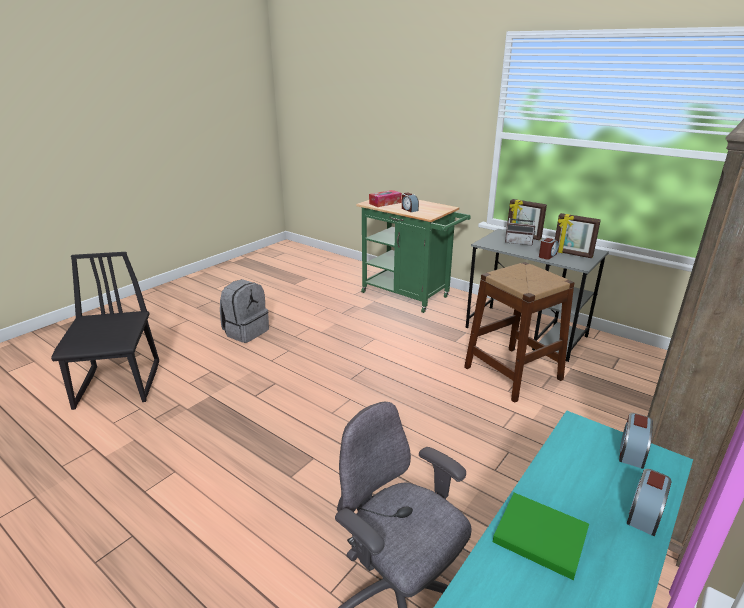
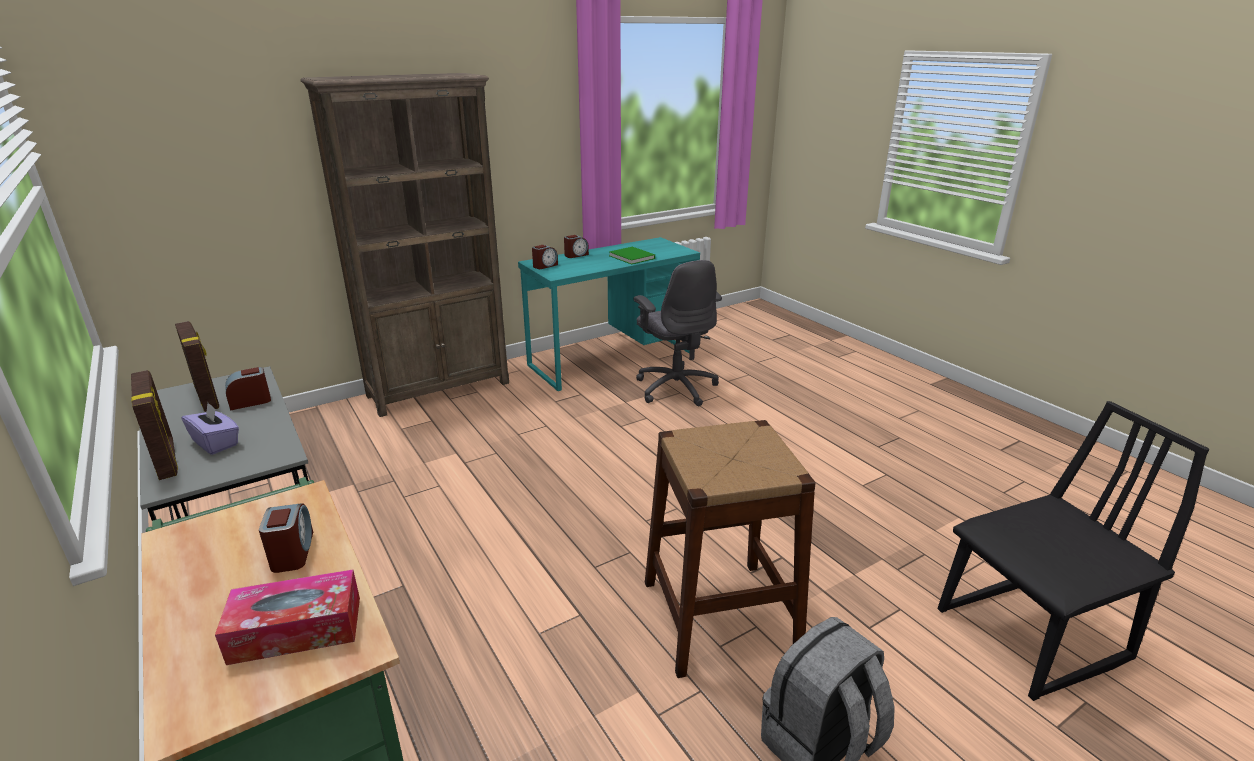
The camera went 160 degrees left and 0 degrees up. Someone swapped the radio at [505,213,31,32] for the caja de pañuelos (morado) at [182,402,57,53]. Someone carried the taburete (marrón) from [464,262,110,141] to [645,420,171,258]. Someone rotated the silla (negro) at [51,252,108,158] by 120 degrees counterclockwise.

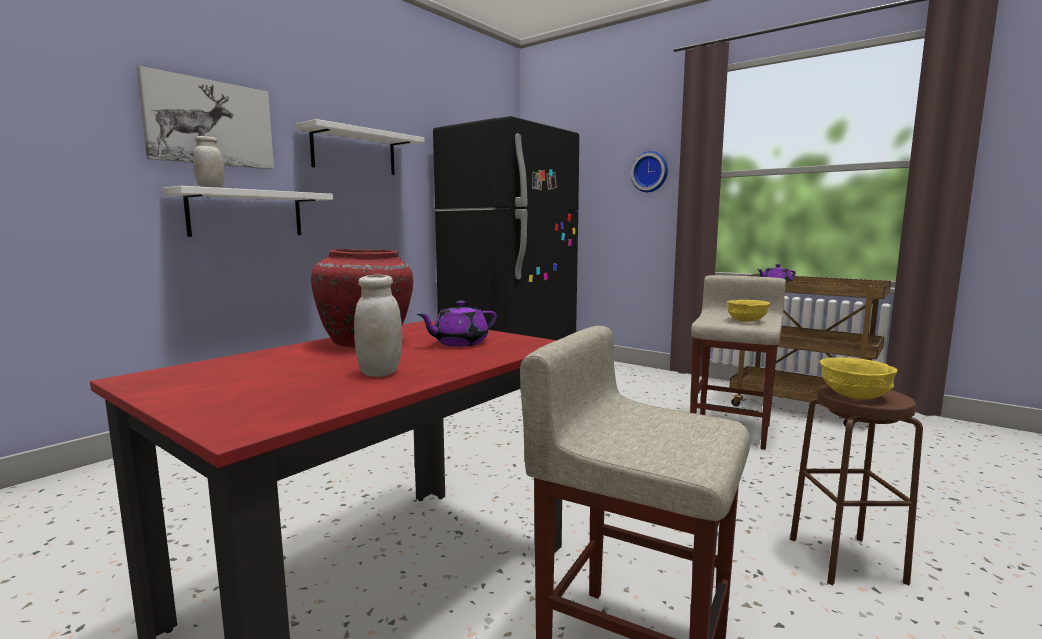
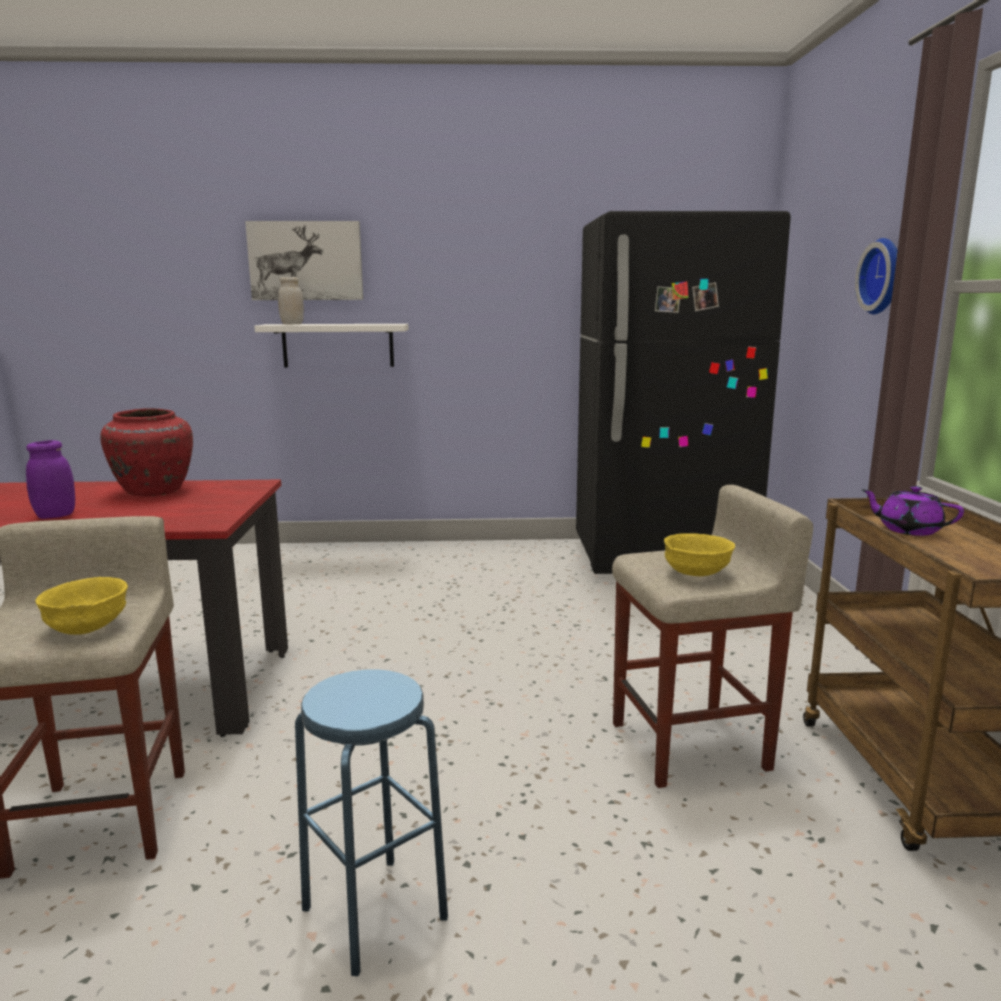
The camera went 50 degrees right and 5 degrees up. Someone repainted the tarro (blanco) at [354,275,49,102], which became the tarro (morado) at [26,440,49,79]. Someone carried the cuenco (amarillo) from [820,357,77,42] to [35,577,93,58]. Someone repainted the taburete (marrón) at [790,384,133,201], which became the taburete (azul) at [295,669,153,307]. Someone took away the estante (blanco) at [295,119,130,56]. Someone took away the tetera (morado) at [417,301,79,46].

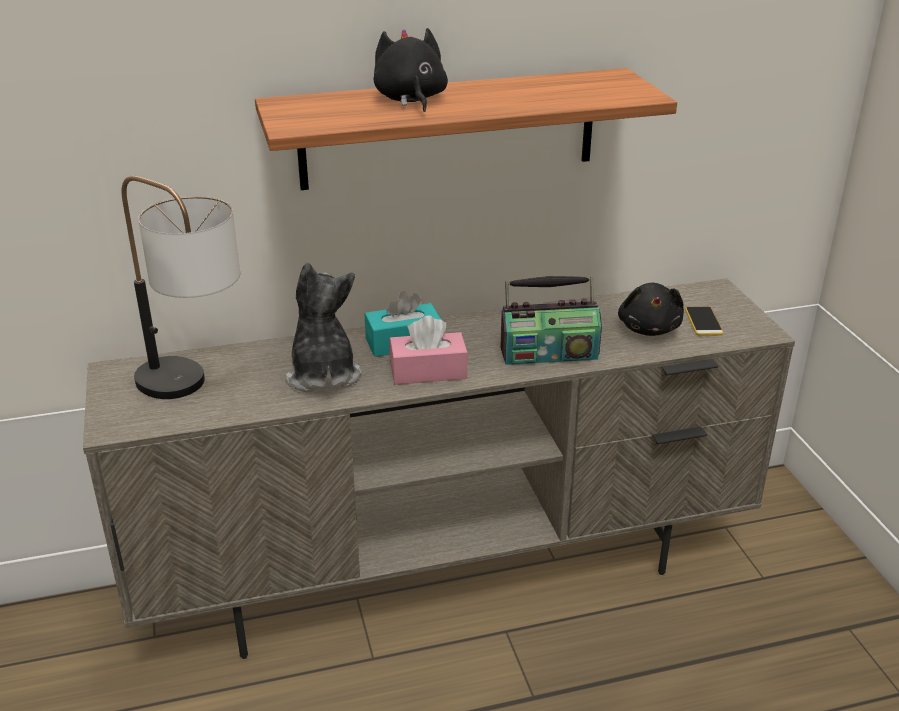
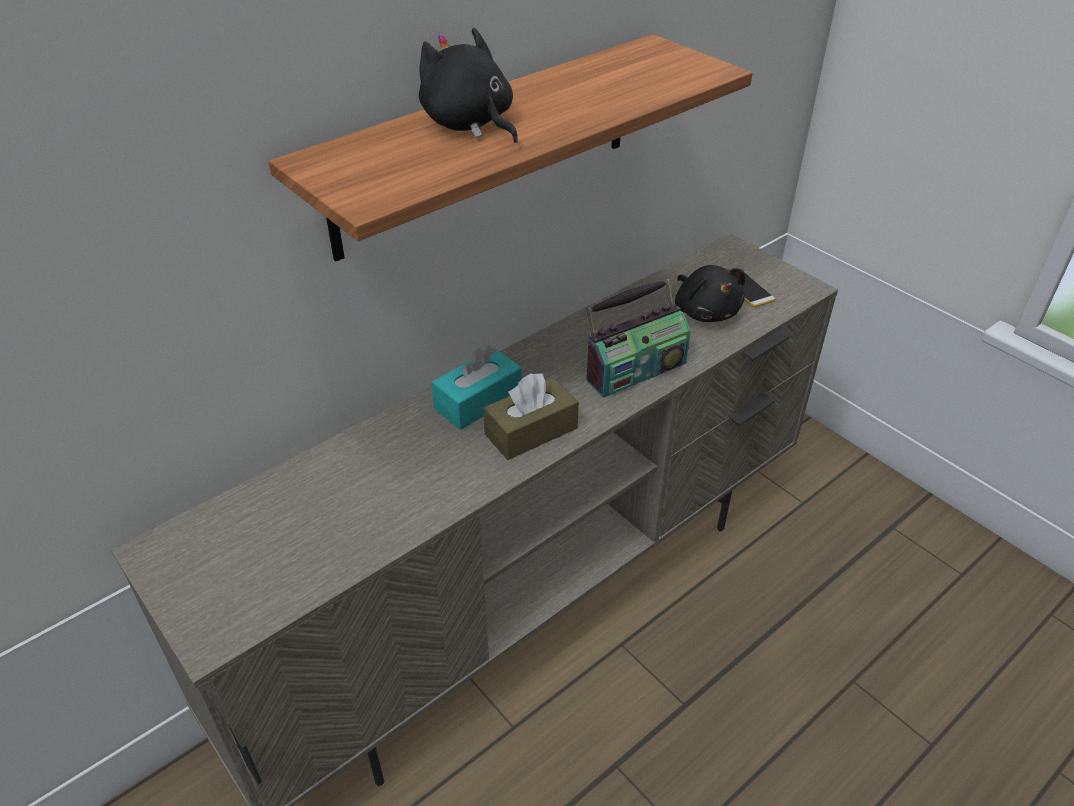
The camera went 25 degrees left and 10 degrees up. Someone repainted the caja de pañuelos (rosa) at [389,315,79,70], which became the caja de pañuelos (marrón) at [483,373,96,87]. Someone took away the lámpara de mesa at [122,176,118,223]. Someone took away the peluche at [285,263,76,129].

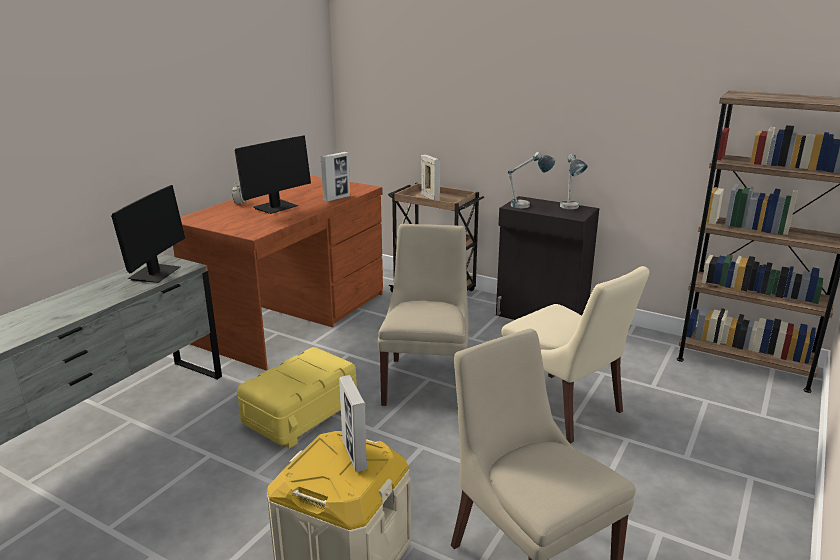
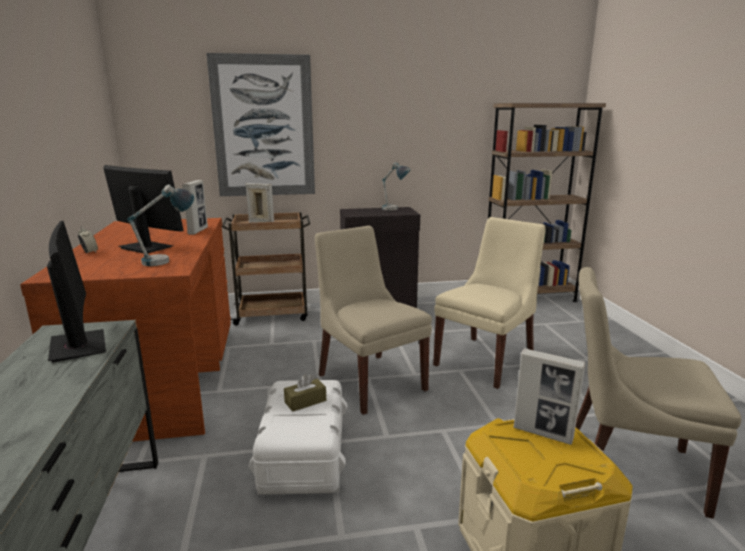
The camera went 40 degrees left and 5 degrees down. Someone rotated the monitor at [235,135,76,79] by 60 degrees counterclockwise. Someone carried the lámpara de mesa from [508,152,47,56] to [127,185,67,81]. Someone put up the cuadro at [206,53,109,143]. Someone repainted the caja de almacenaje (amarillo) at [237,347,120,102], which became the caja de almacenaje (blanco) at [248,380,99,115]. Someone put down the caja de pañuelos (marrón) at [284,374,42,38]. Someone rotated the silla (beis) at [501,266,148,178] by 60 degrees counterclockwise.

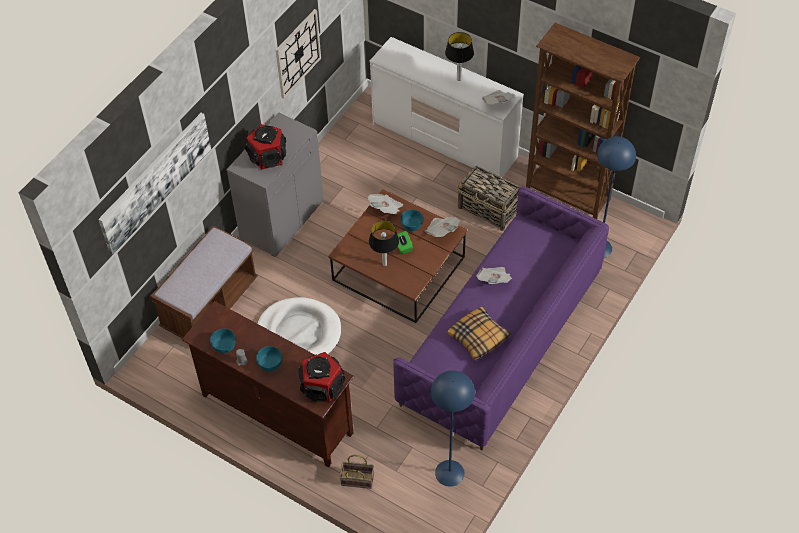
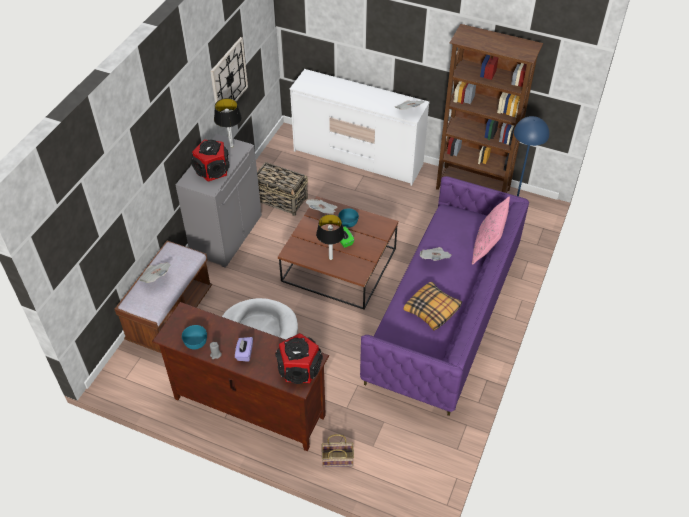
The camera went 10 degrees left and 5 degrees down. Someone carried the periódico from [425,217,35,20] to [138,262,33,21]. Someone carried the lámpara de mesa from [445,32,29,49] to [214,98,28,49]. Someone swapped the cuenco (turquesa) at [256,346,26,25] for the caja de pañuelos (morado) at [235,337,18,25]. Someone carried the cesta from [457,166,62,65] to [257,162,51,54]. Someone put down the cojín (rosa) at [472,197,38,68]. Someone took away the cuadro at [98,113,113,142]. Someone took away the lámpara de pie (azul) at [431,370,44,116].

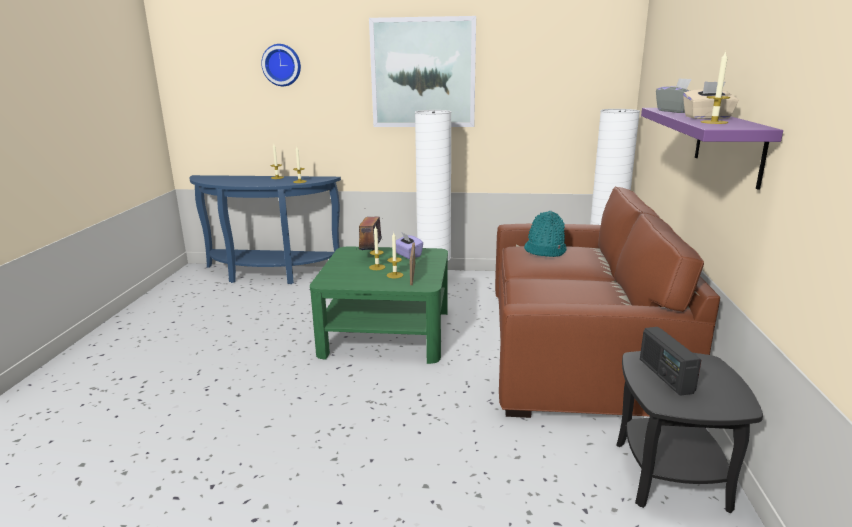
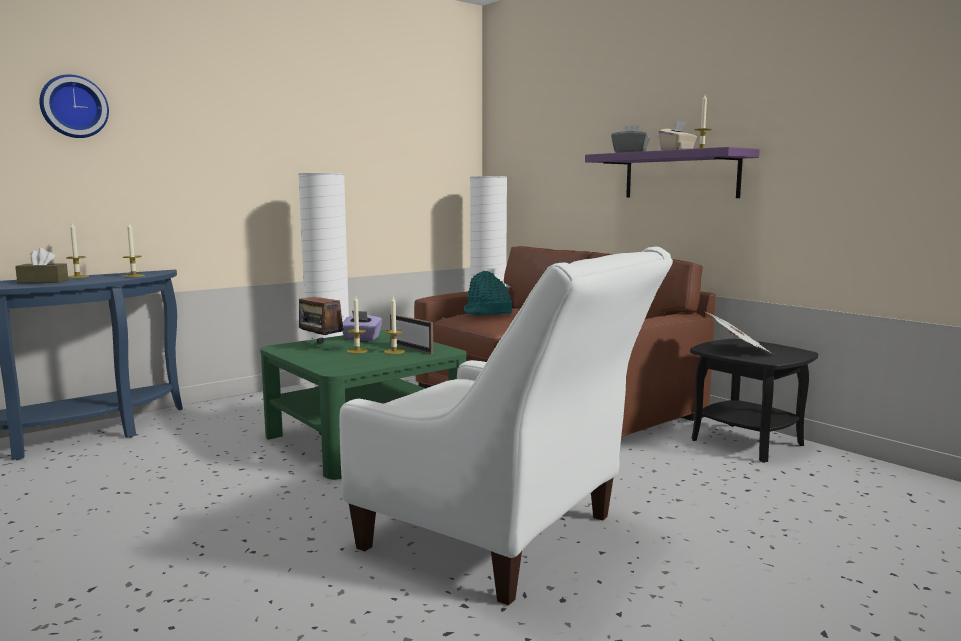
The camera went 45 degrees left and 10 degrees down. Someone put down the caja de pañuelos (marrón) at [15,248,53,35]. Someone put down the sillón (blanco) at [339,247,334,359]. Someone swapped the radio at [640,327,61,69] for the periódico at [706,312,68,42]. Someone took away the cuadro at [369,16,107,111].

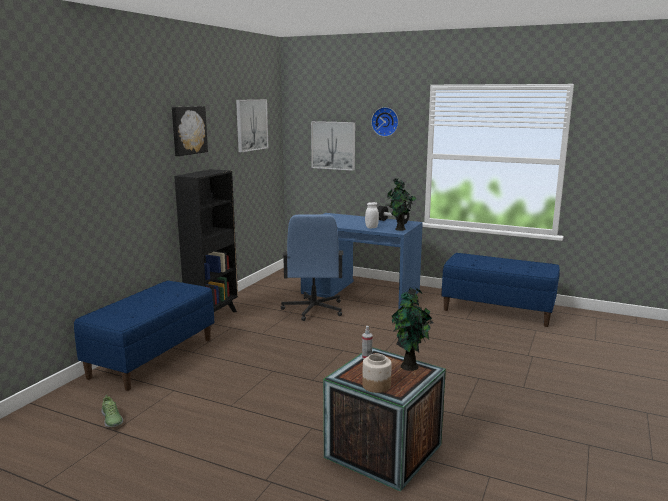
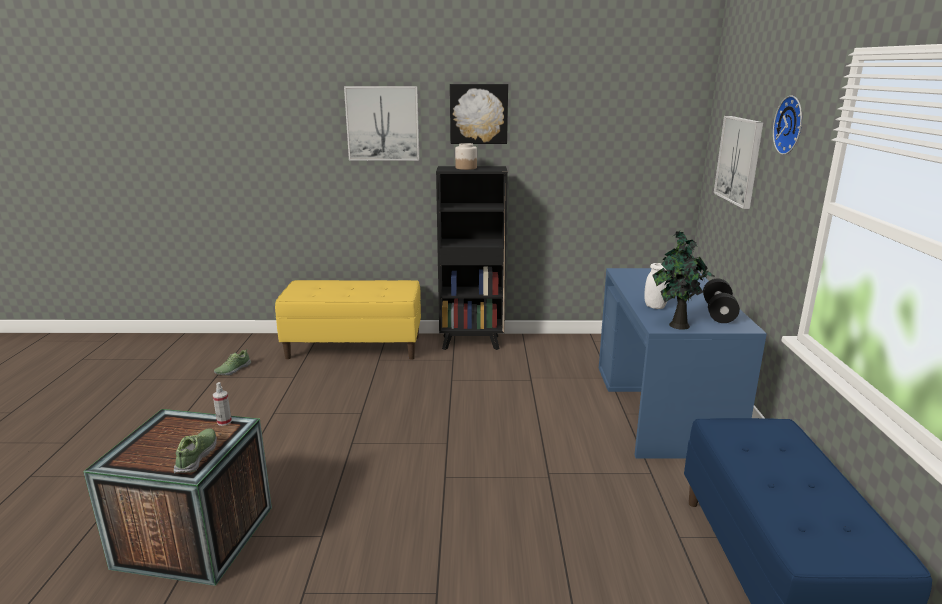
The camera went 65 degrees right and 5 degrees up. Someone swapped the planta en maceta at [392,288,42,83] for the zapato at [174,428,43,45]. Someone repainted the banco (azul) at [74,280,140,111], which became the banco (amarillo) at [275,280,146,80]. Someone carried the cuadro from [236,99,32,53] to [344,86,75,75]. Someone carried the tarro from [362,354,30,39] to [455,143,22,27]. Someone took away the silla de oficina (azul) at [281,214,62,107].

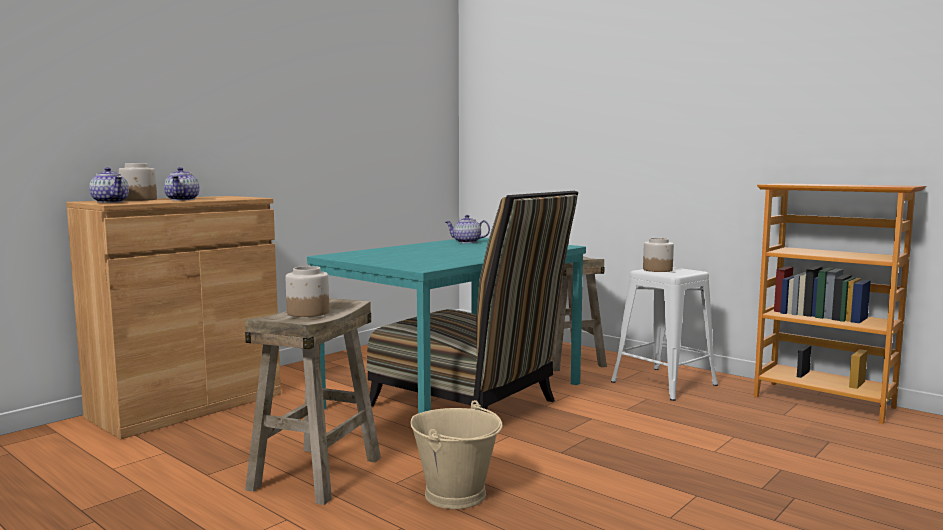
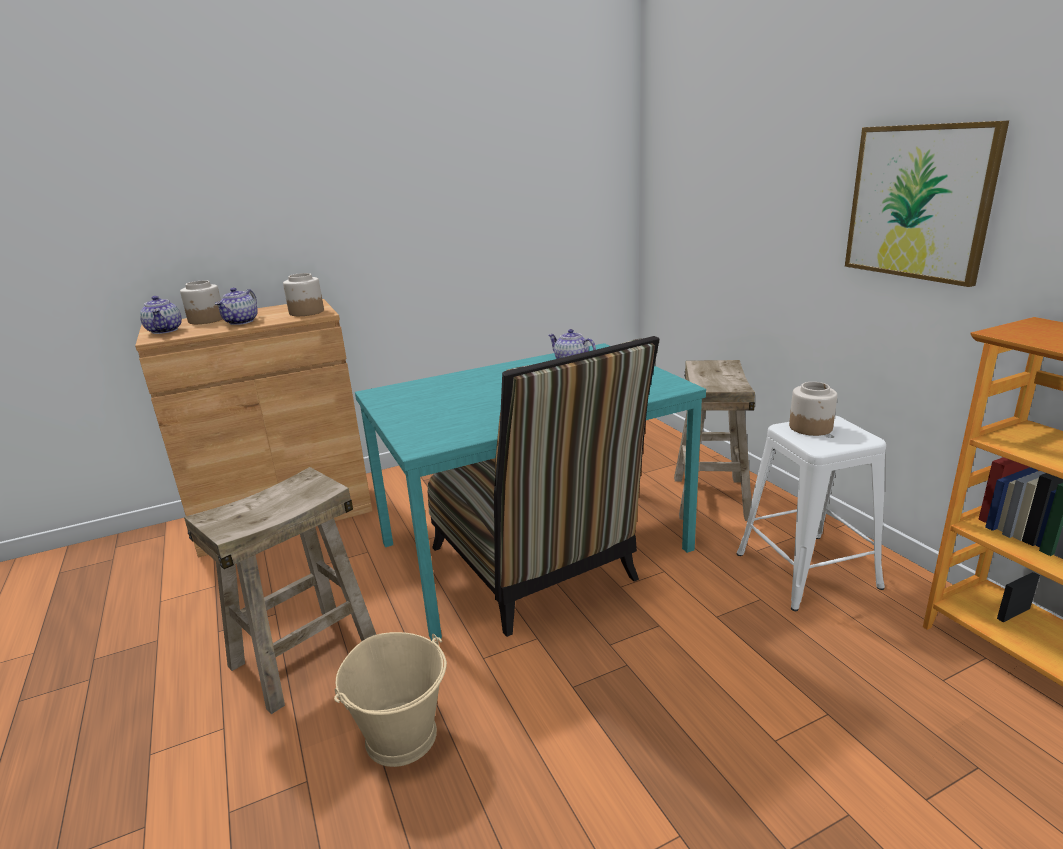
The camera went 25 degrees right and 15 degrees up. Someone carried the tarro from [286,266,43,51] to [283,273,41,43]. Someone put up the cuadro at [845,121,164,166].

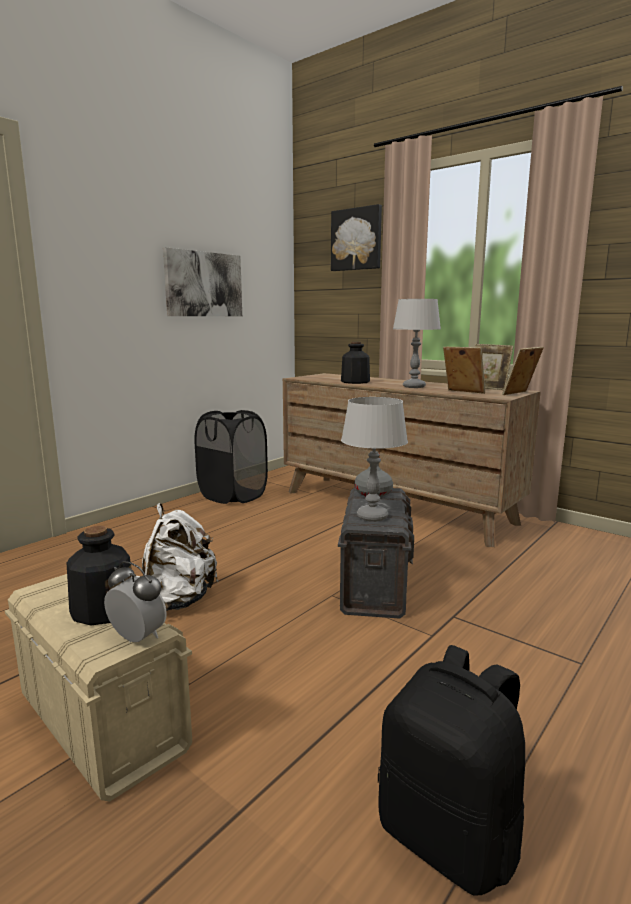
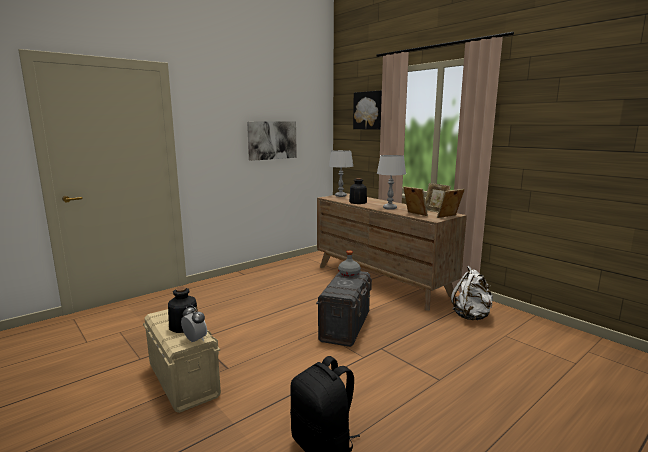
The camera went 10 degrees right and 0 degrees up. Someone carried the lámpara de mesa (gris) from [341,397,67,125] to [329,150,24,47]. Someone carried the mochila (blanco) from [142,503,76,108] to [451,266,42,54]. Someone took away the cesto de la ropa (negro) at [195,410,73,94].

